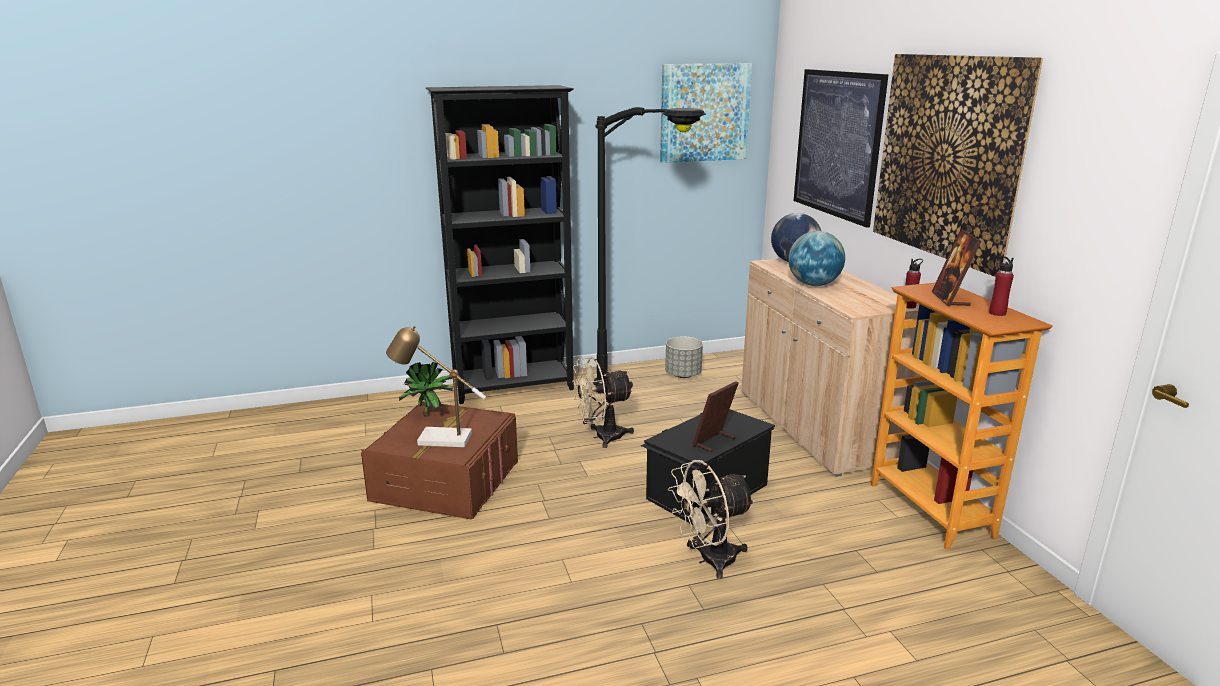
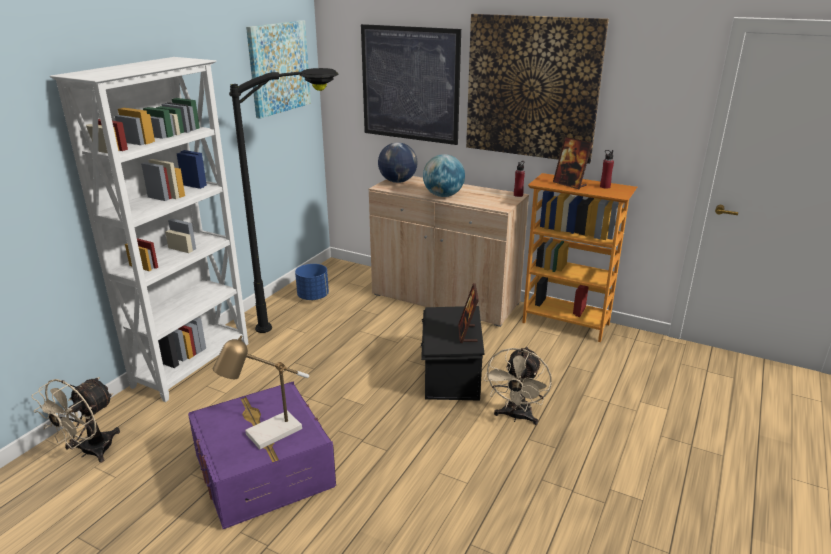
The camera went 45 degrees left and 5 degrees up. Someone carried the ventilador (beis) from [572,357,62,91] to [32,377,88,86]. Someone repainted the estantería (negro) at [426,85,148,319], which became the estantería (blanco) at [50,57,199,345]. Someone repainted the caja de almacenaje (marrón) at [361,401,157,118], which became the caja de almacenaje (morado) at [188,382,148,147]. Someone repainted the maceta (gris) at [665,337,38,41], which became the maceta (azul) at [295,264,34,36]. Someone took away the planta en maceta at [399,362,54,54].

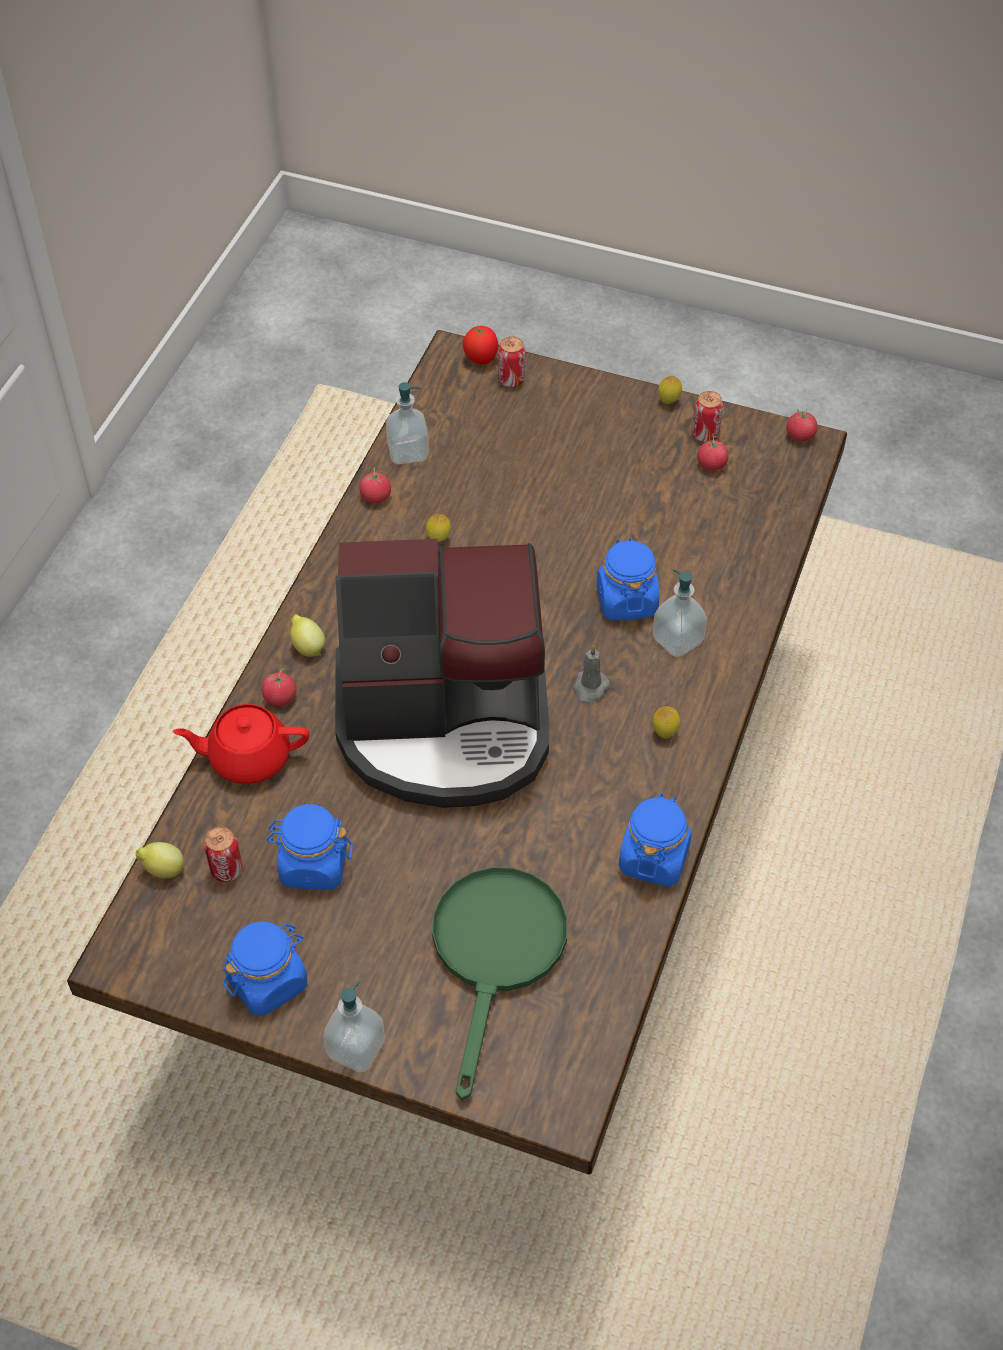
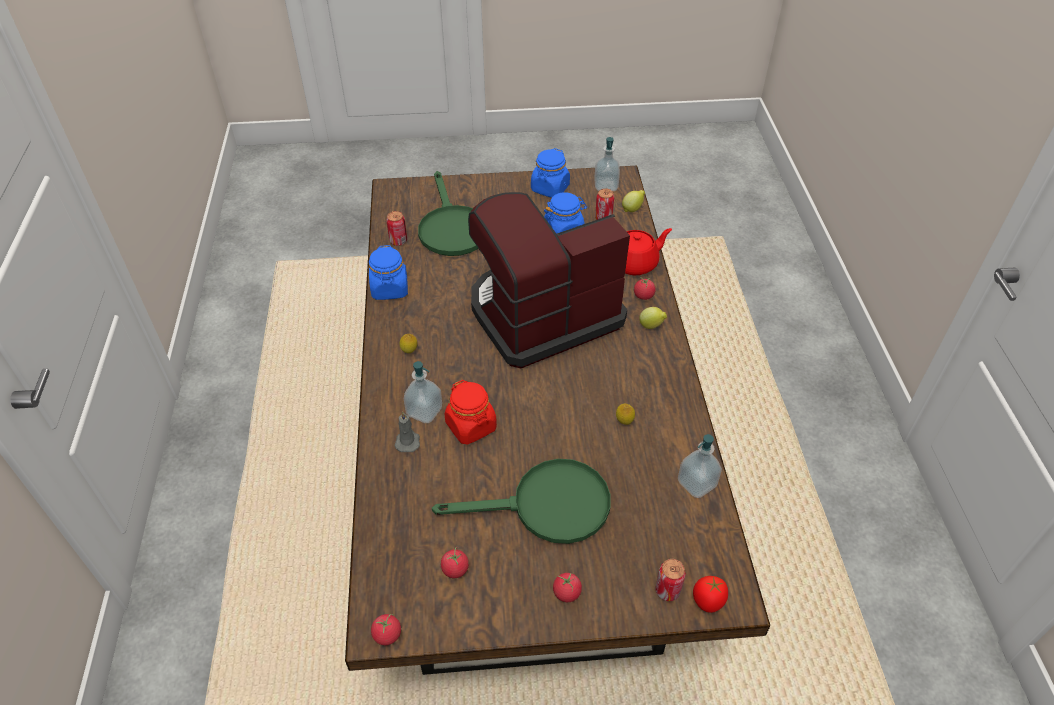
The camera went 155 degrees right and 5 degrees down. Someone carried the lata from [692,391,31,51] to [386,211,21,35]. Someone carried the vela (gris) from [573,645,37,59] to [395,411,25,41]. Someone put down the sartén (verde) at [432,459,178,85]. Someone repainted the tarro (azul) at [597,538,63,83], which became the tarro (rojo) at [445,380,52,64]. Someone carried the tomate from [359,467,32,36] to [553,573,29,29]. Someone carried the dispensador de jabón from [324,981,61,91] to [594,137,26,54]. Someone took away the limón at [658,376,24,28].

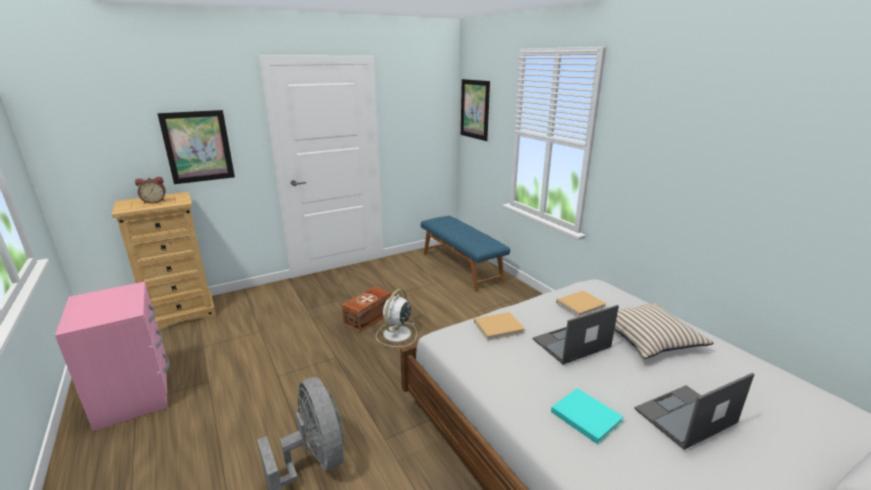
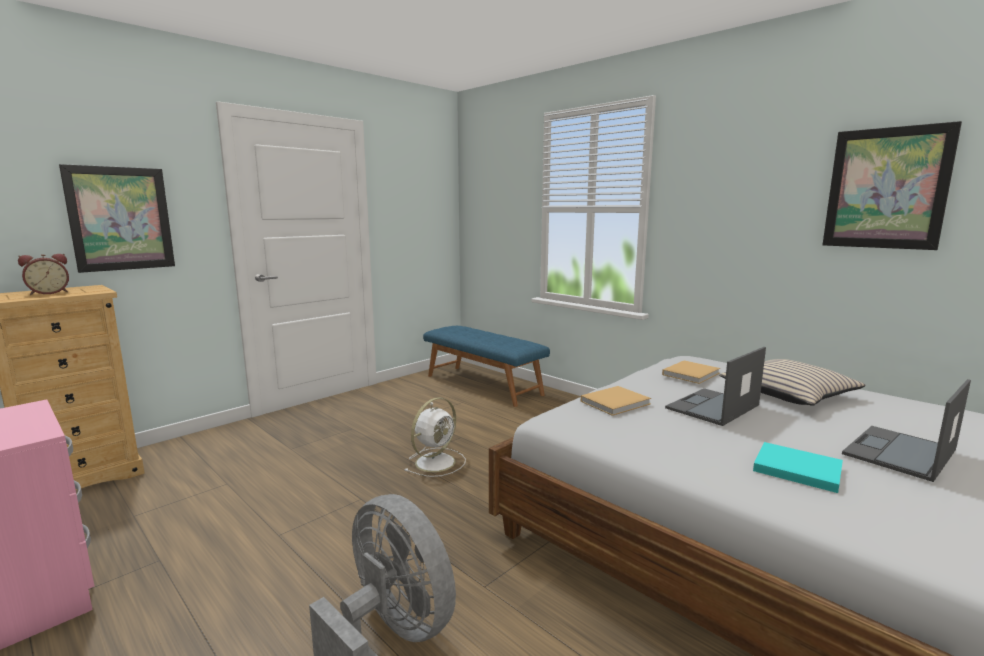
The camera went 15 degrees left and 10 degrees down. Someone rotated the ventilador (blanco) at [376,289,41,58] by 150 degrees counterclockwise. Someone carried the cuadro from [461,79,29,62] to [822,121,140,129]. Someone took away the caja de almacenaje (marrón) at [342,287,49,45].

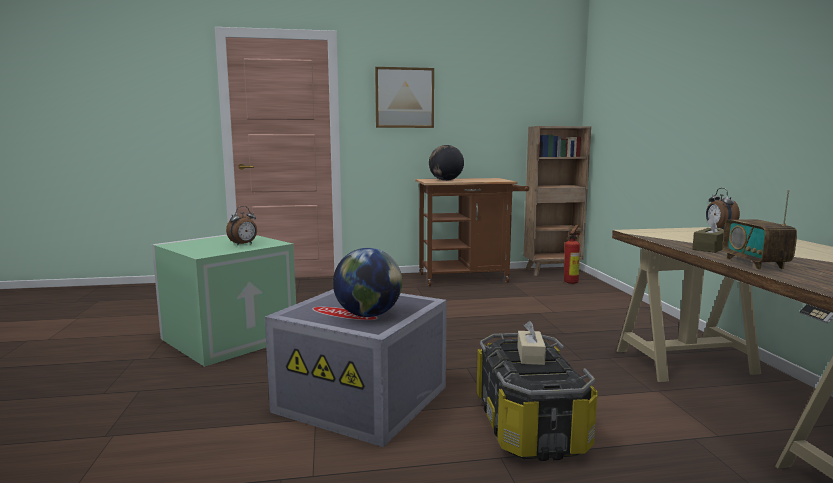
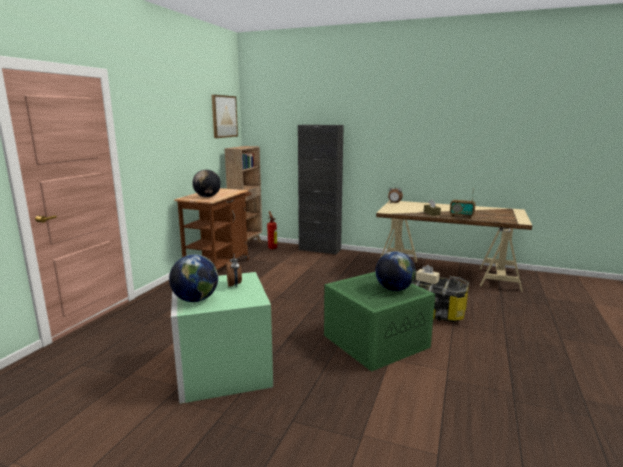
The camera went 60 degrees left and 5 degrees up. Someone put down the globo terráqueo at [169,255,49,47]. Someone carried the cuadro from [375,67,59,61] to [212,95,26,43]. Someone put down the armario (negro) at [298,125,46,130]. Someone repainted the caja de almacenaje (gris) at [265,289,182,158], which became the caja de almacenaje (verde) at [324,272,111,100].

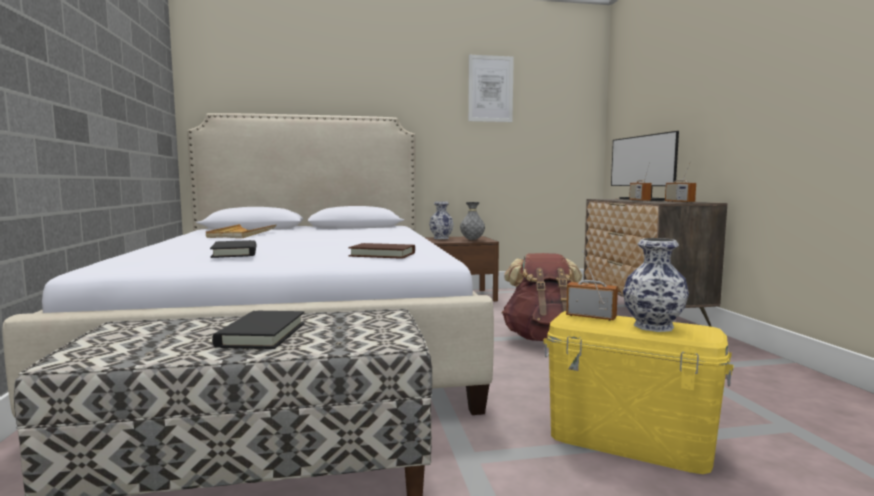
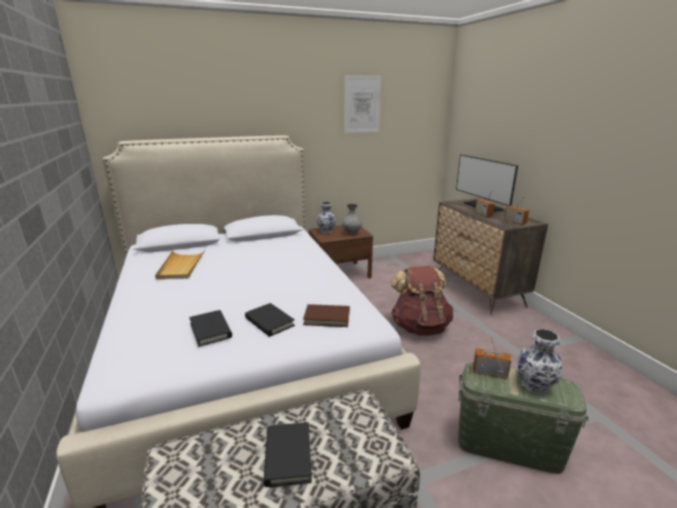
The camera went 10 degrees left and 15 degrees up. Someone put down the libro (negro) at [245,303,50,34]. Someone repainted the caja de almacenaje (amarillo) at [543,311,191,163], which became the caja de almacenaje (verde) at [458,362,131,112].

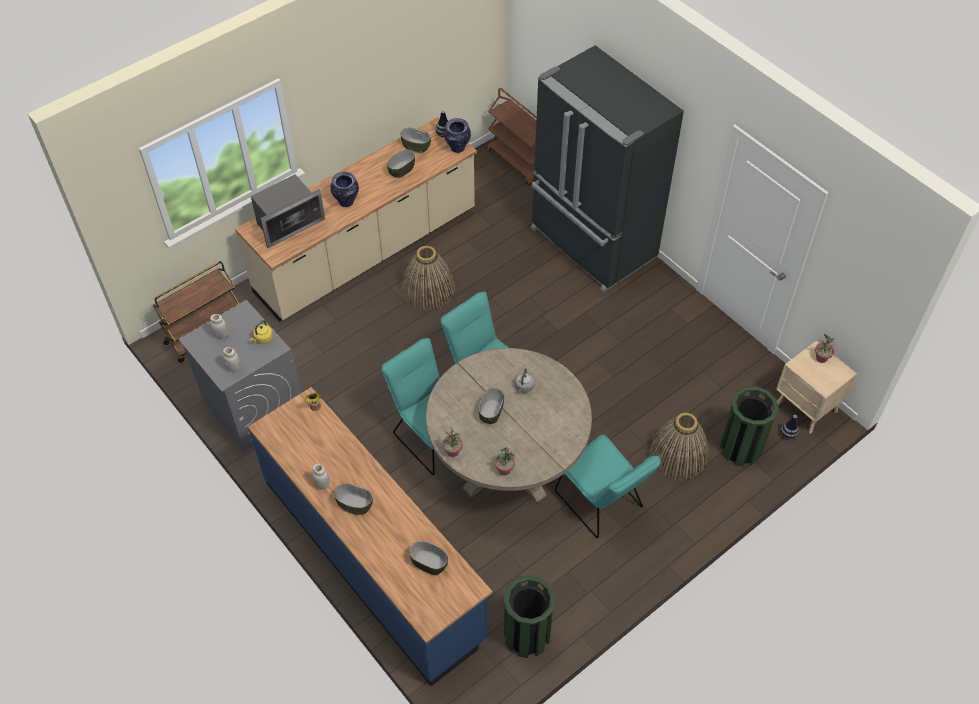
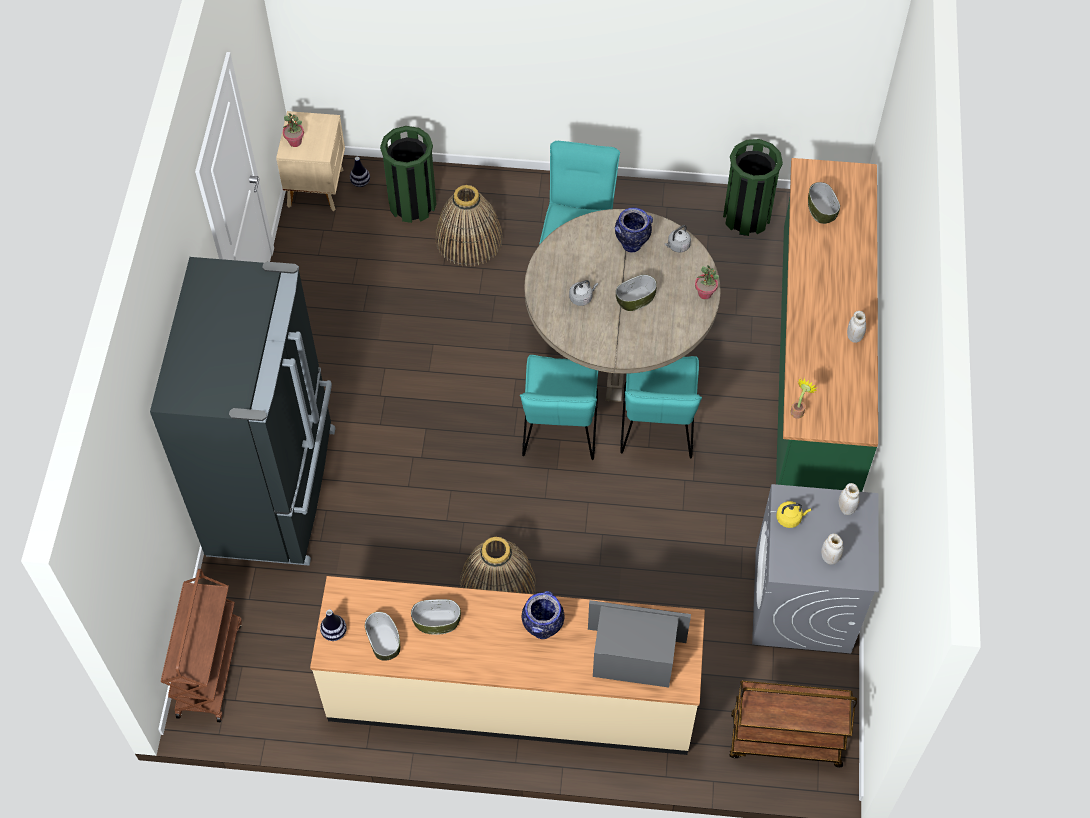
The camera went 135 degrees left and 5 degrees up. Someone carried the florero from [444,118,27,35] to [614,208,39,45]. Someone swapped the planta en maceta at [495,447,20,28] for the hervidor (gris) at [664,225,27,27]. Someone repainted the mueble bajo de cocina (azul) at [248,387,244,299], which became the mueble bajo de cocina (verde) at [776,158,102,334]. Someone took away the cuenco at [334,483,39,32].

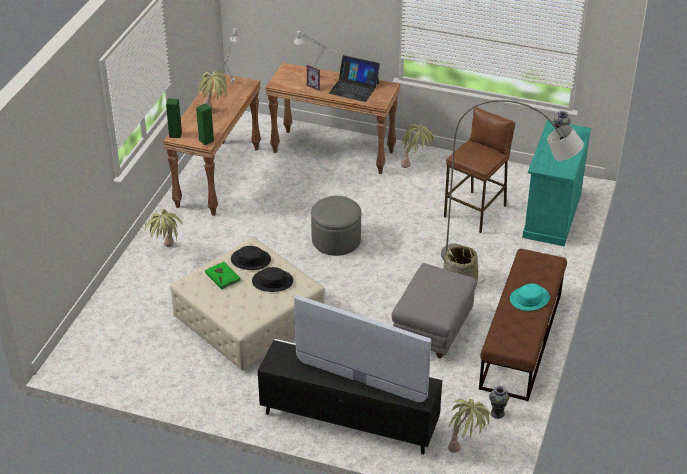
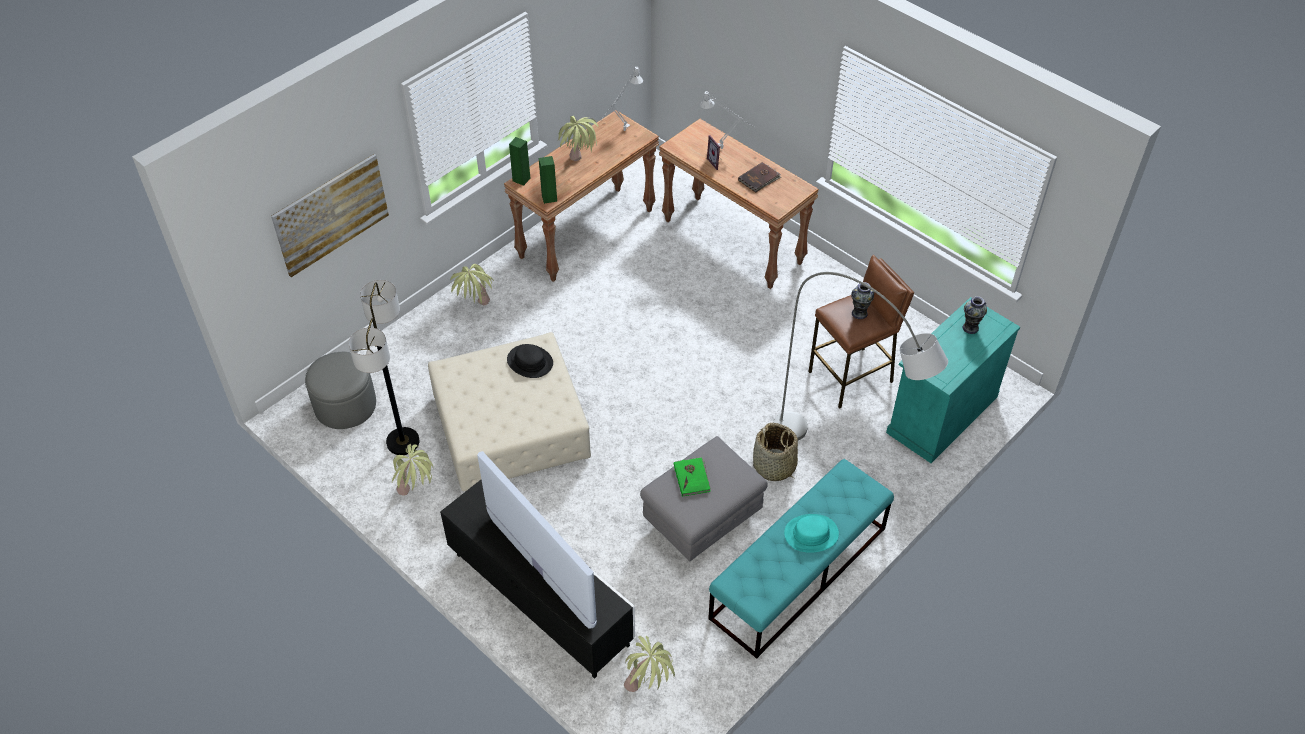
The camera went 25 degrees right and 10 degrees up. Someone put up the cuadro at [271,154,118,123]. Someone carried the puf (gris) from [311,196,50,60] to [305,352,71,77]. Someone put down the lámpara de pie at [349,280,71,175]. Someone carried the planta en maceta from [401,124,34,44] to [392,444,41,52]. Someone carried the libro (verde) from [205,261,35,28] to [674,457,37,40]. Someone repainted the banco (marrón) at [479,249,88,152], which became the banco (turquesa) at [708,459,186,200]. Someone swapped the portátil at [329,55,51,47] for the libro (marrón) at [738,162,43,31]. Someone carried the florero from [489,386,20,33] to [851,282,23,37]. Someone took away the sombrero (negro) at [252,267,41,25].

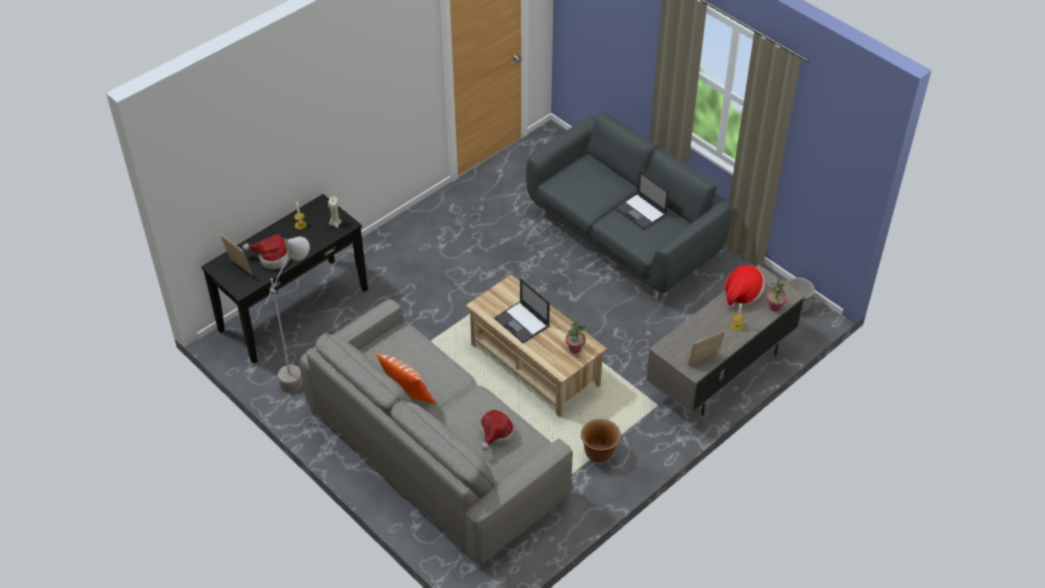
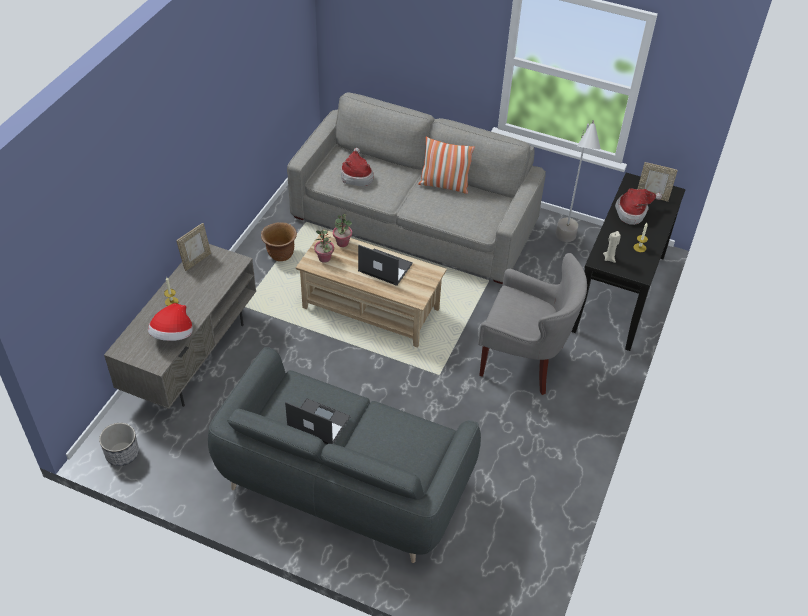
The camera went 155 degrees right and 0 degrees up. Someone carried the planta en maceta from [767,276,20,36] to [333,214,19,33]. Someone put down the sillón (gris) at [478,253,109,142].

